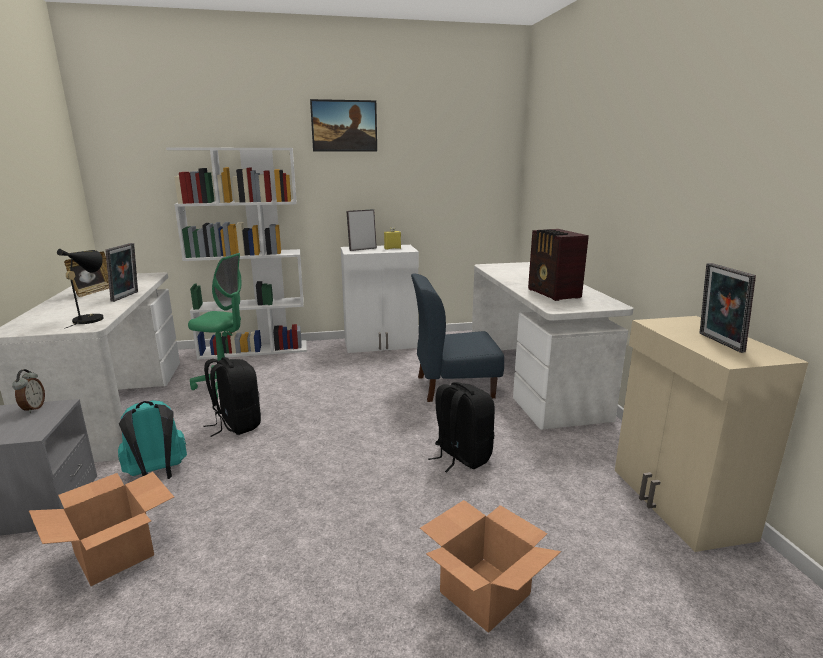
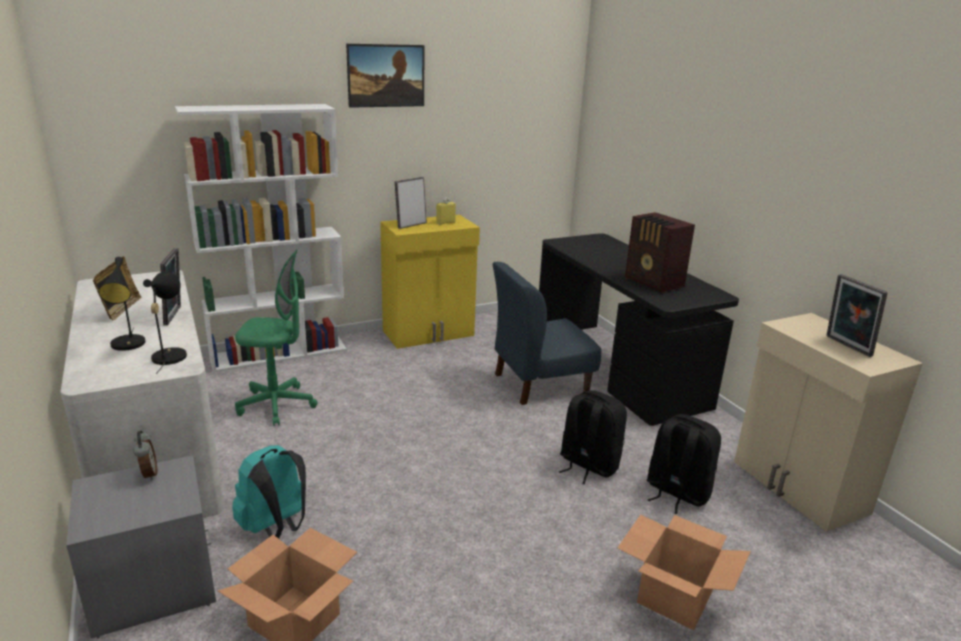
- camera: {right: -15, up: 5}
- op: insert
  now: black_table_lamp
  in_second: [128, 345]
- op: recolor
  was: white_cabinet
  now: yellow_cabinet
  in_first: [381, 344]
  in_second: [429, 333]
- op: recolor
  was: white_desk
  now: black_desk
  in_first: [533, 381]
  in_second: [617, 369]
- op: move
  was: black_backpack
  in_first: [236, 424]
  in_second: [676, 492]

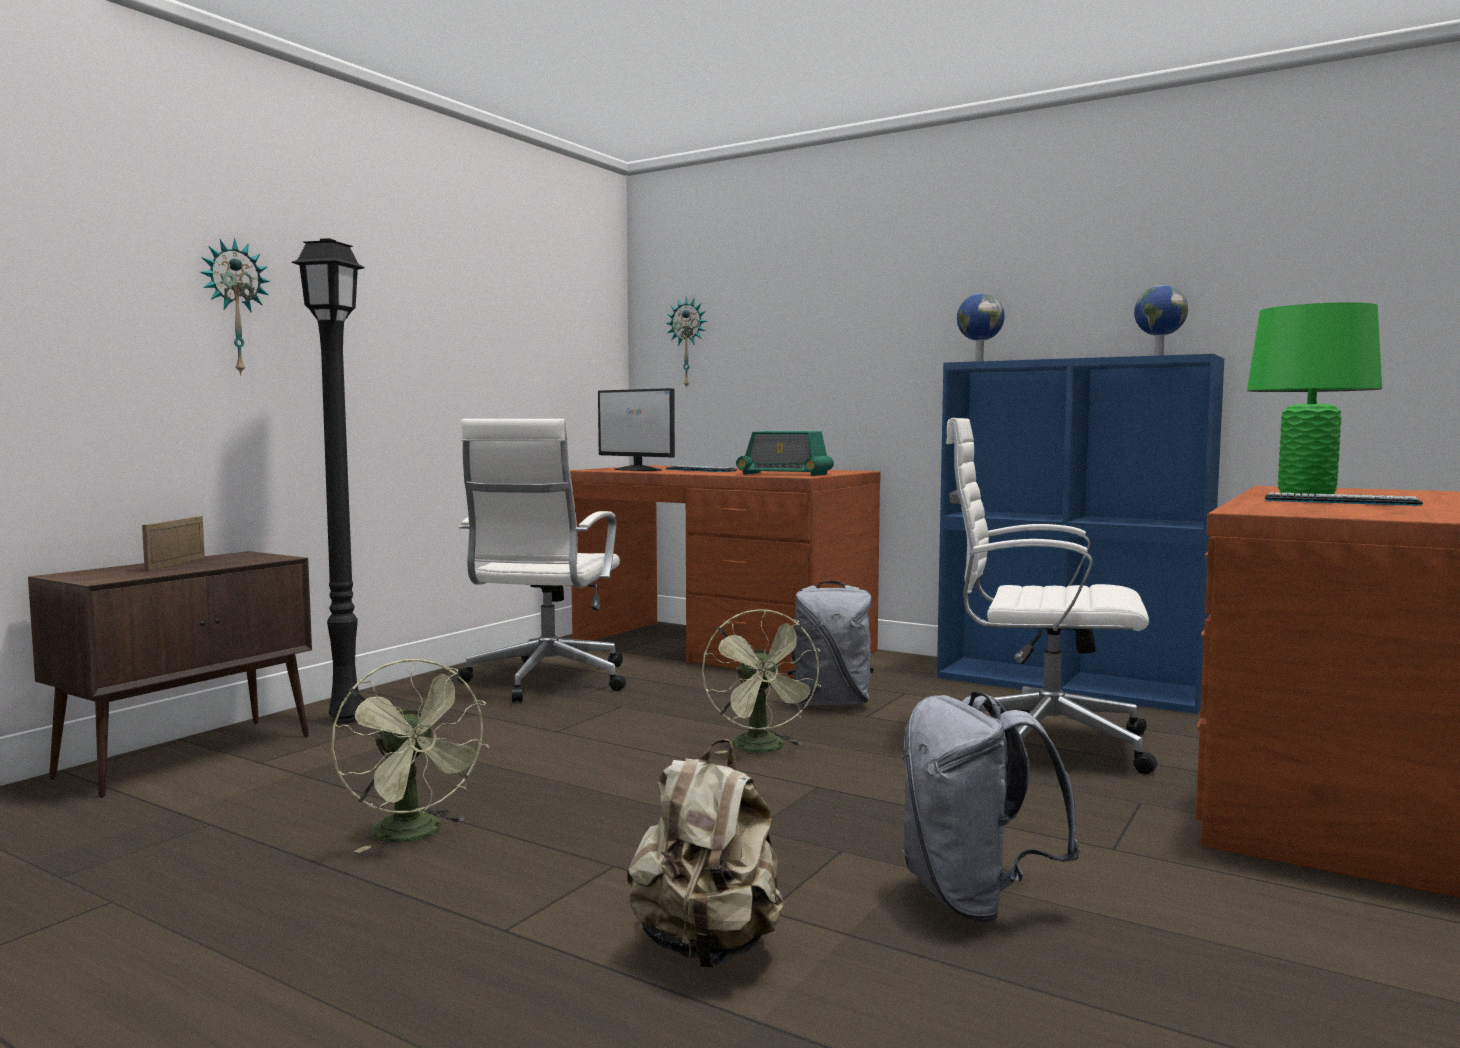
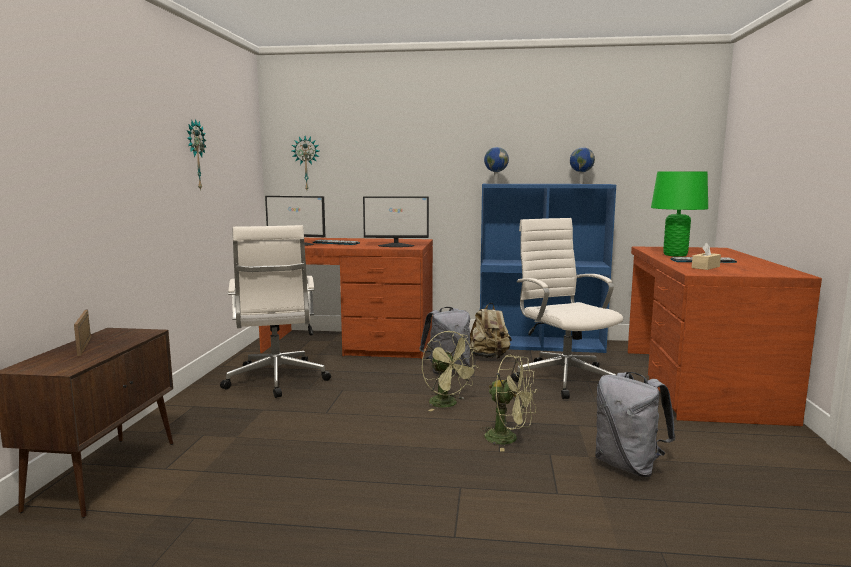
- camera: {right: -25, up: 5}
- op: move
  was: wall_clock
  in_first: [234, 307]
  in_second: [195, 155]
- op: replace
  was: radio
  now: monitor
  in_first: [784, 474]
  in_second: [396, 245]
- op: move
  was: beige_backpack
  in_first: [708, 947]
  in_second: [489, 357]
- op: move
  was: green_fan
  in_first: [415, 835]
  in_second: [508, 439]
- op: rotate
  was: white_office_chair
  in_first: [1040, 742]
  in_second: [563, 378]
  clockwise: 75
- op: insert
  now: beige_tissue_box
  in_second: [705, 267]
- op: delete
  was: black_floor_lamp
  in_first: [349, 719]

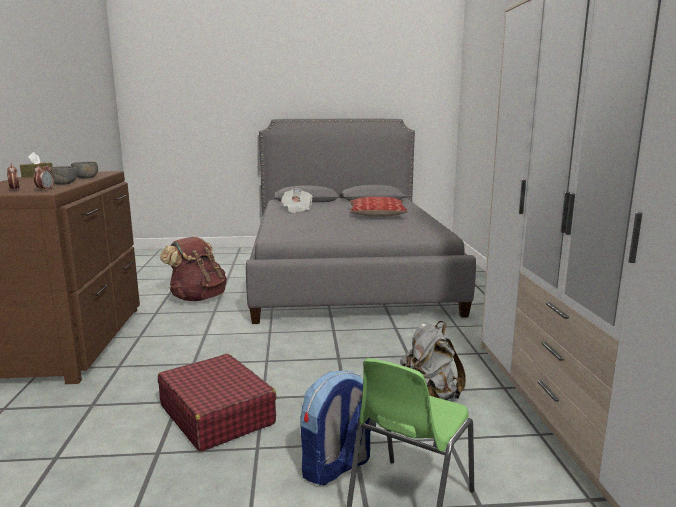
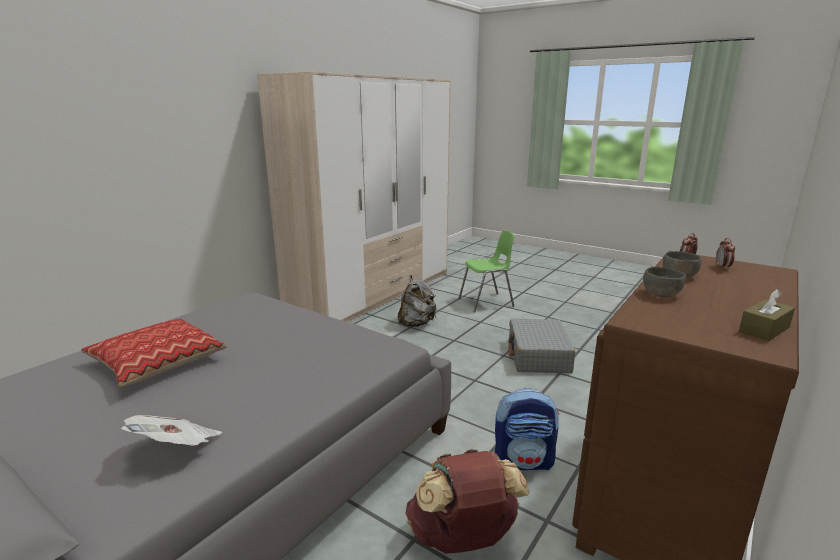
- camera: {right: -140, up: 5}
- op: move
  was: backpack
  in_first: [336, 468]
  in_second: [523, 461]
- op: recolor
  was: red_suitcase
  now: grey_suitcase
  in_first: [217, 414]
  in_second: [538, 356]

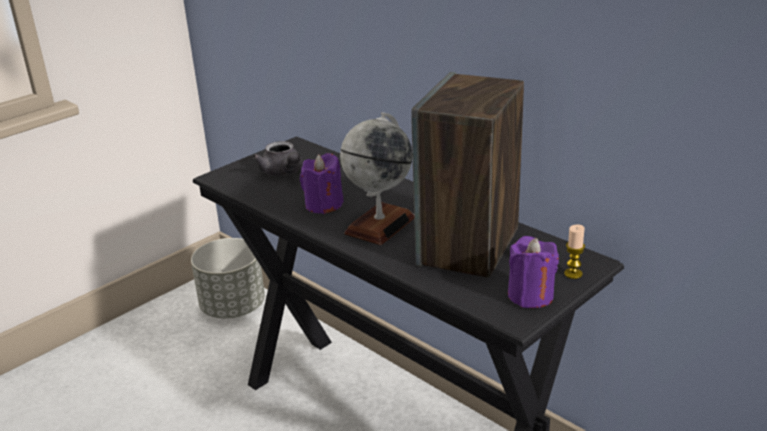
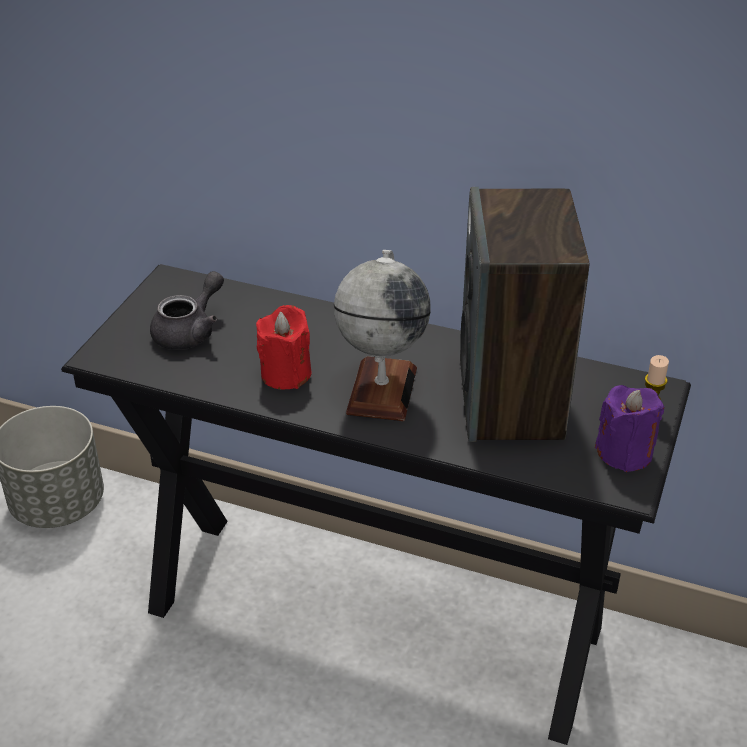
- camera: {right: -25, up: 10}
- op: rotate
  was: grey_teapot
  in_first: [283, 173]
  in_second: [190, 331]
  clockwise: -90
- op: recolor
  was: purple_candle
  now: red_candle
  in_first: [323, 205]
  in_second: [286, 374]

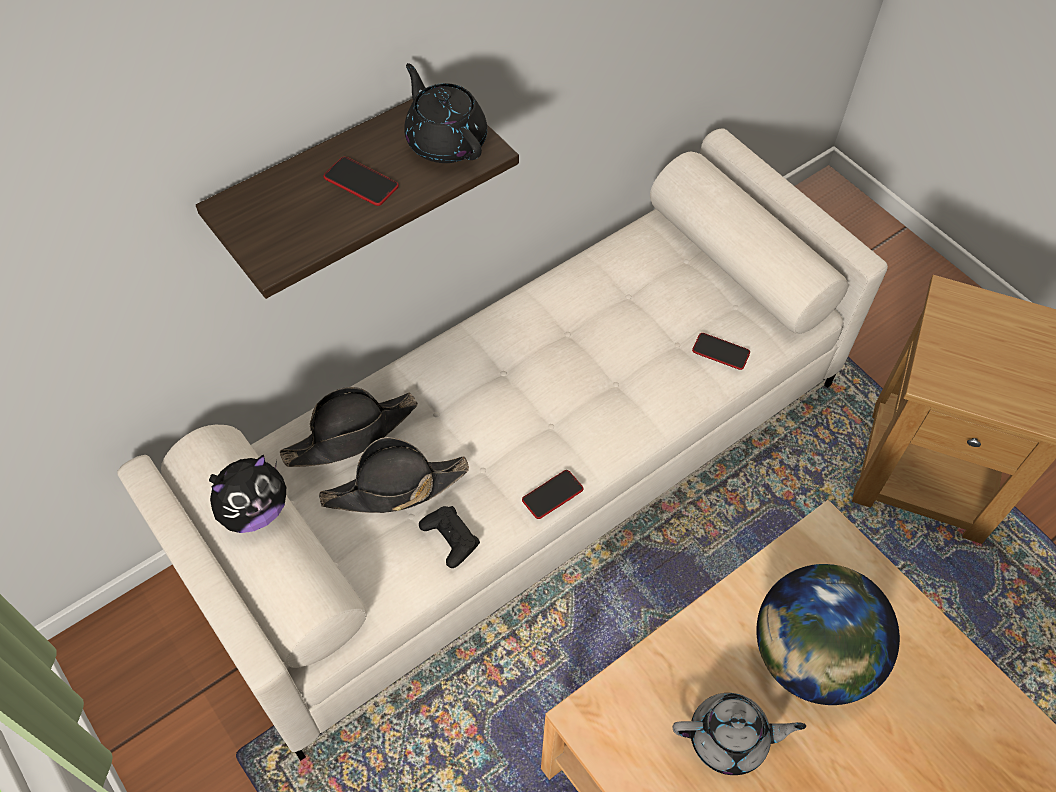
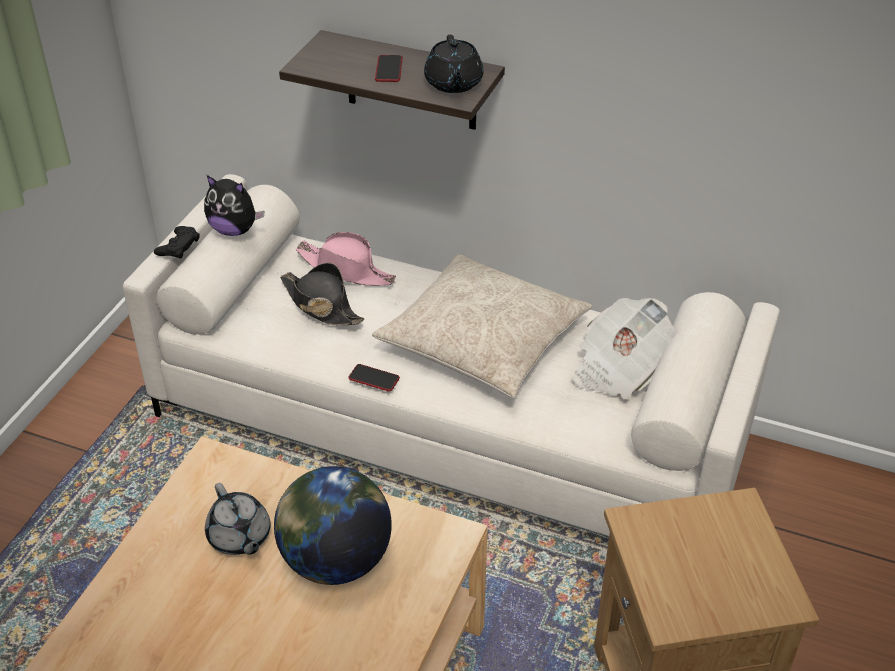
- camera: {right: 60, up: -15}
- op: move
  was: black_game_controller
  in_first: [450, 538]
  in_second: [178, 246]
- op: recolor
  was: black_hat
  now: pink_hat
  in_first: [351, 434]
  in_second: [346, 269]
- op: insert
  now: beige_pillow
  in_second: [482, 340]
- op: rotate
  was: black_teapot
  in_first: [446, 141]
  in_second: [453, 83]
  clockwise: 150
- op: insert
  now: newspaper
  in_second: [620, 368]
- op: delete
  was: phone
  in_first: [720, 352]

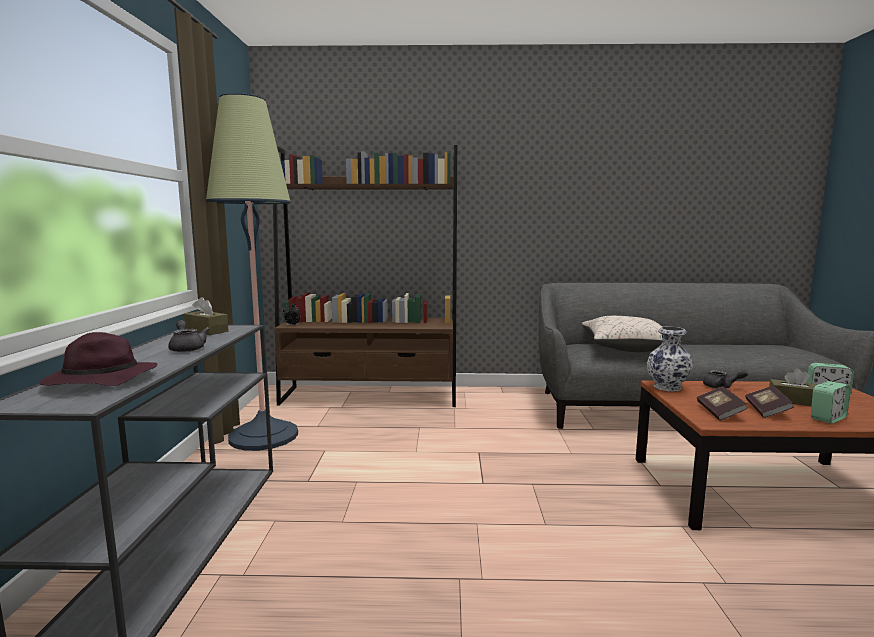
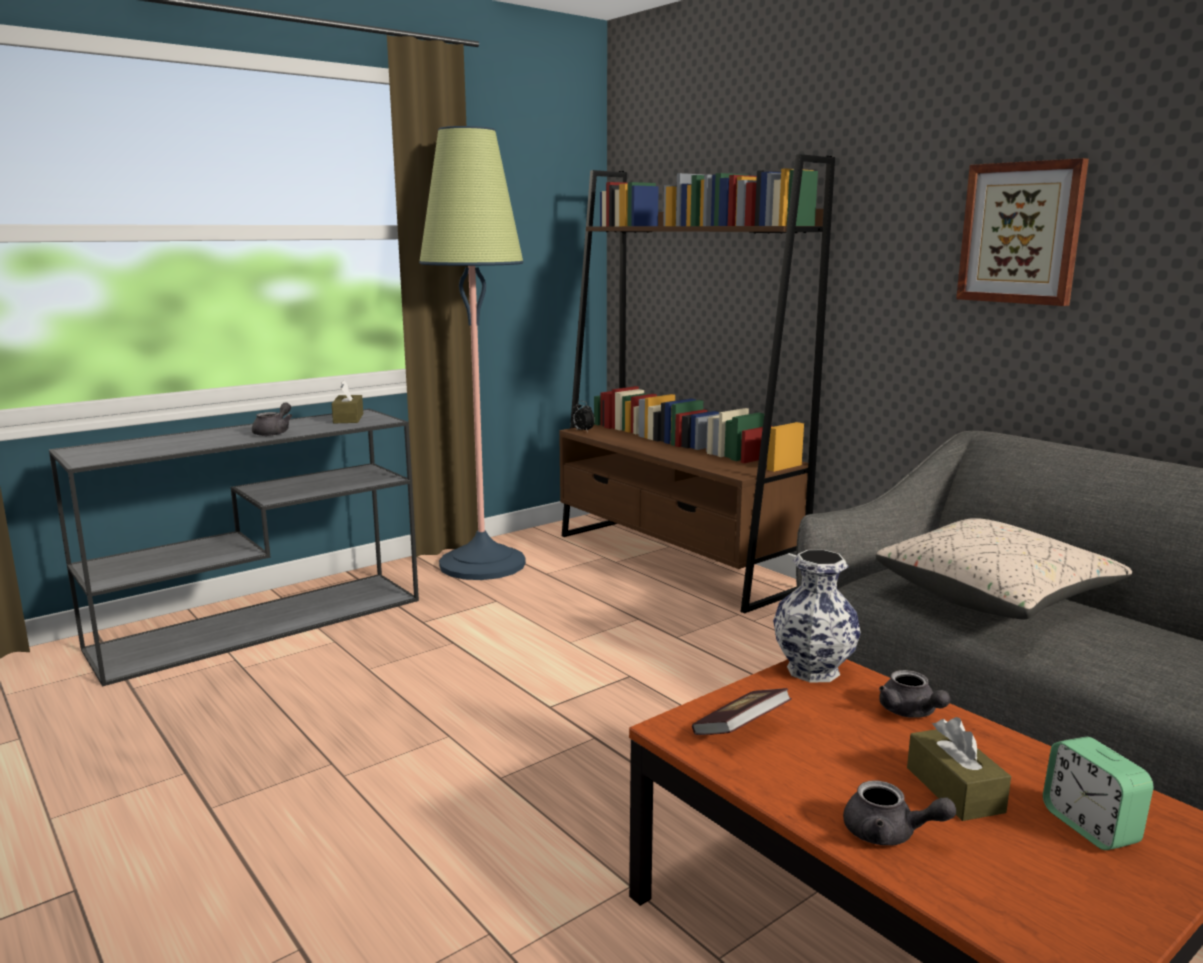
- camera: {right: 50, up: 5}
- op: replace
  was: alarm_clock
  now: grey_teapot
  in_first: [827, 418]
  in_second: [889, 834]
- op: insert
  now: picture
  in_second: [1021, 233]
- op: delete
  was: purple_hat
  in_first: [100, 381]
- op: delete
  was: book
  in_first: [767, 411]

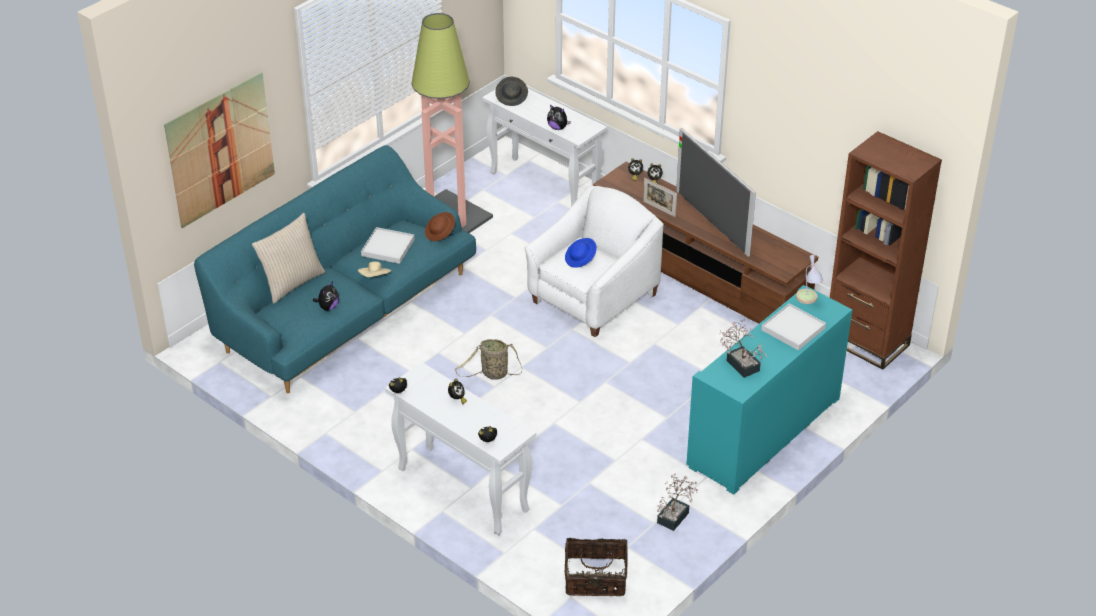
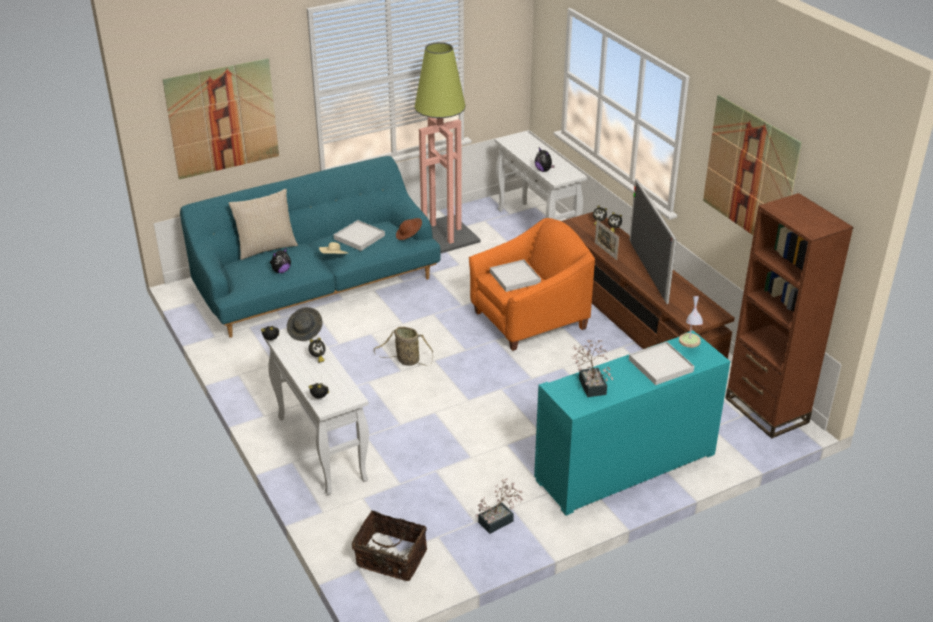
- camera: {right: 20, up: -5}
- op: move
  was: grey_hat
  in_first: [512, 98]
  in_second: [305, 331]
- op: recolor
  was: white_armchair
  now: orange_armchair
  in_first: [593, 298]
  in_second: [529, 320]
- op: replace
  was: blue_hat
  now: white_tray
  in_first: [580, 259]
  in_second: [515, 278]
- op: insert
  now: picture
  in_second: [749, 173]

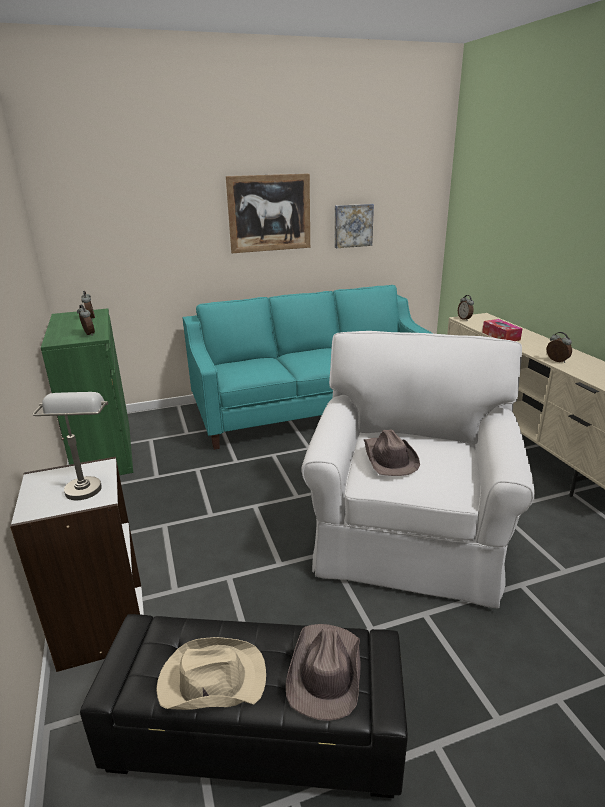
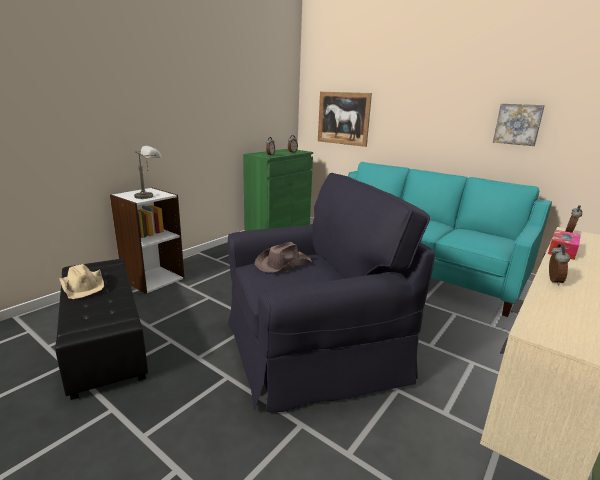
- camera: {right: 55, up: -5}
- op: recolor
  was: white_armchair
  now: black_armchair
  in_first: [408, 533]
  in_second: [310, 348]
- op: move
  was: picture
  in_first: [269, 213]
  in_second: [343, 118]
- op: delete
  was: brown_hat
  in_first: [325, 672]

